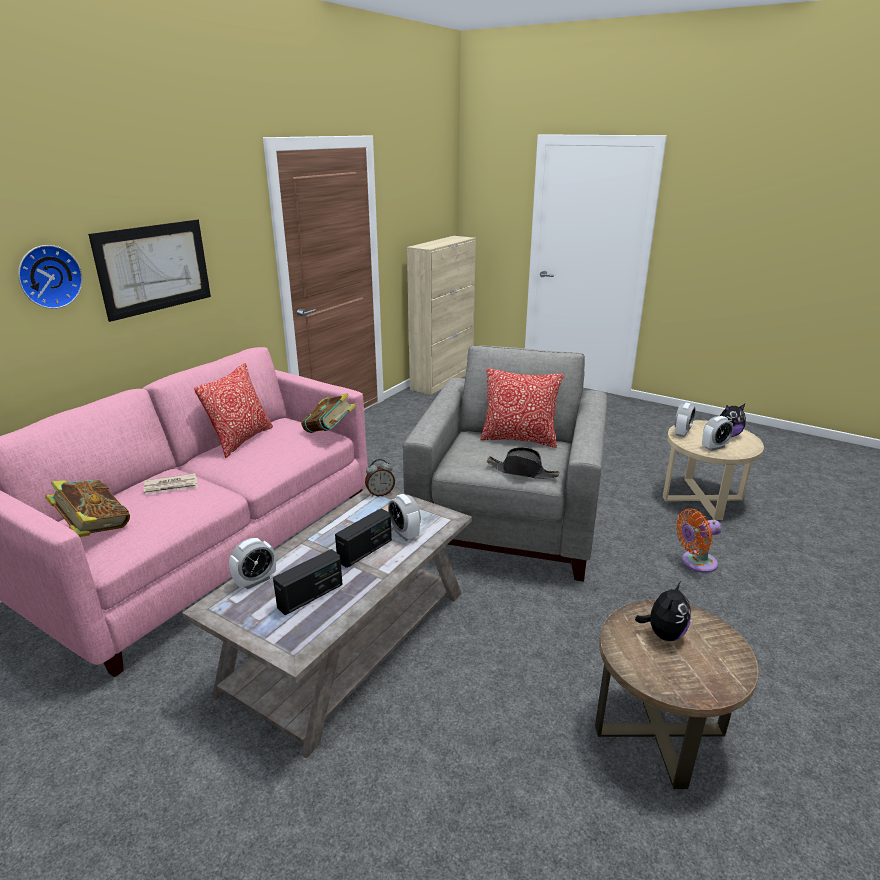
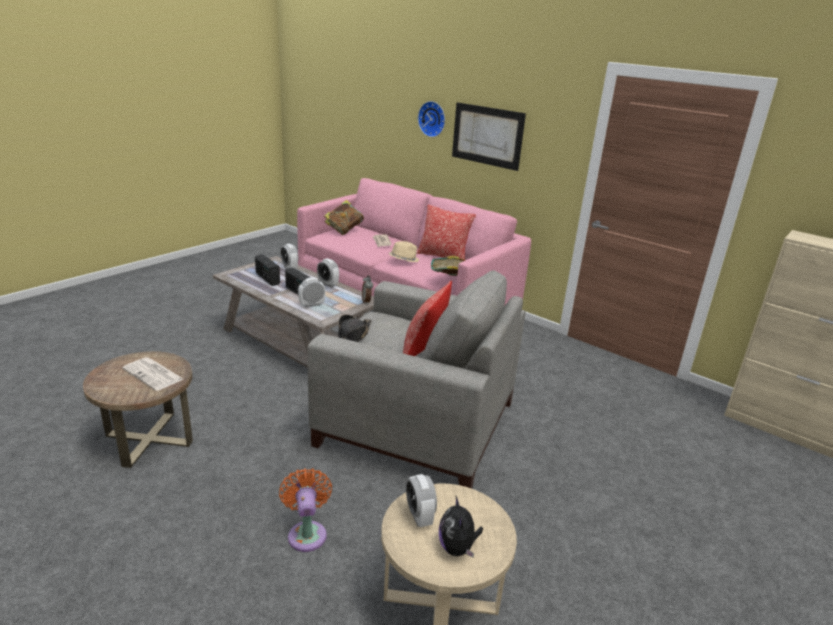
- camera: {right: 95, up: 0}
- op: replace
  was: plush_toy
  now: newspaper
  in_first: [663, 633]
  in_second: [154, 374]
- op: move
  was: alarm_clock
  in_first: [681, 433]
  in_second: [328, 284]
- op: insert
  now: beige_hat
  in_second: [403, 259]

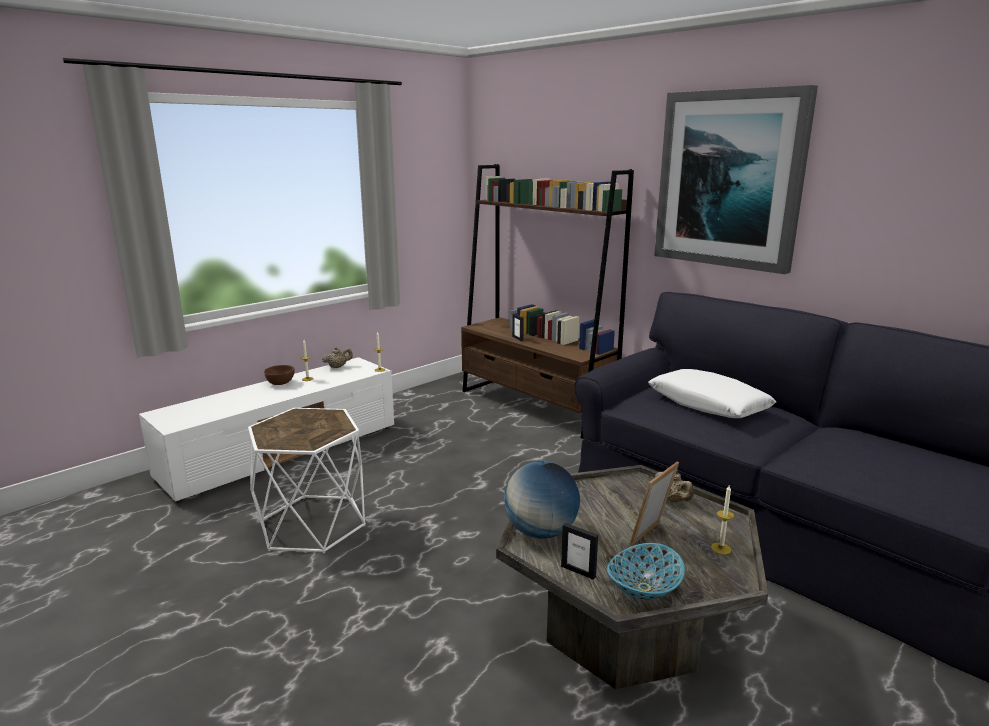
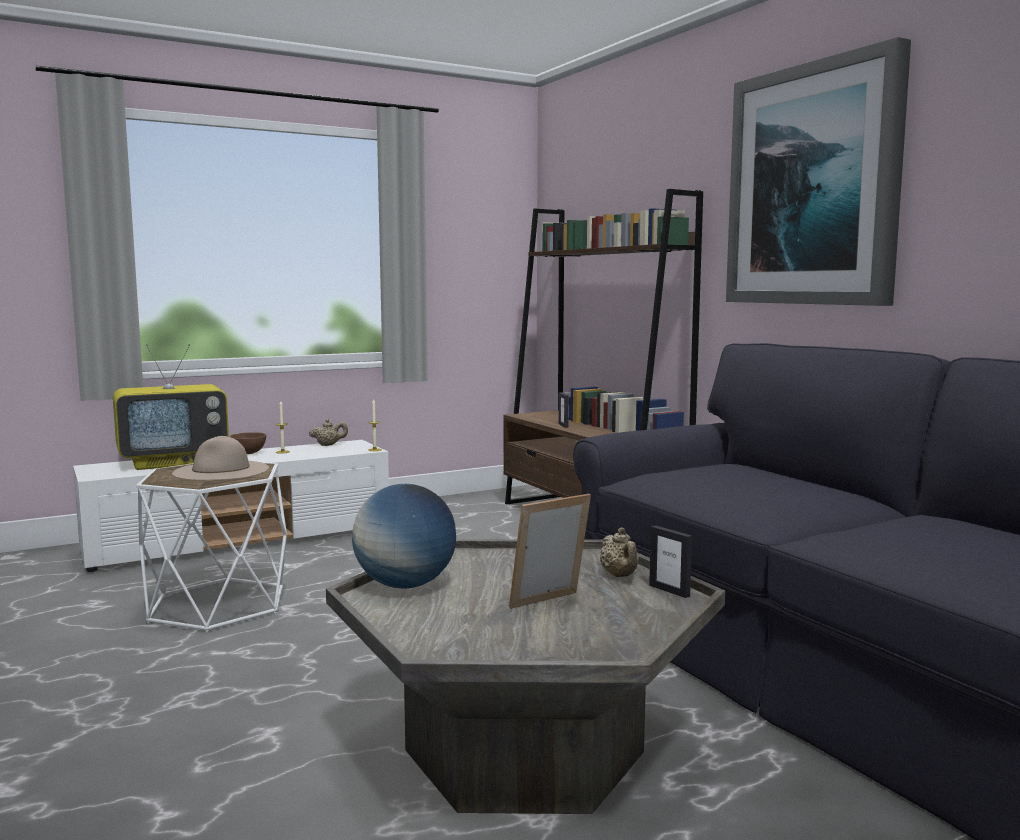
- camera: {right: 15, up: -10}
- op: insert
  now: television
  in_second: [174, 462]
- op: insert
  now: beige_hat
  in_second: [221, 471]
- op: move
  was: picture_frame
  in_first: [578, 571]
  in_second: [669, 590]
- op: delete
  was: bowl
  in_first: [643, 588]
- op: delete
  was: white_pillow
  in_first: [708, 404]
- op: delete
  was: candle
  in_first: [721, 548]

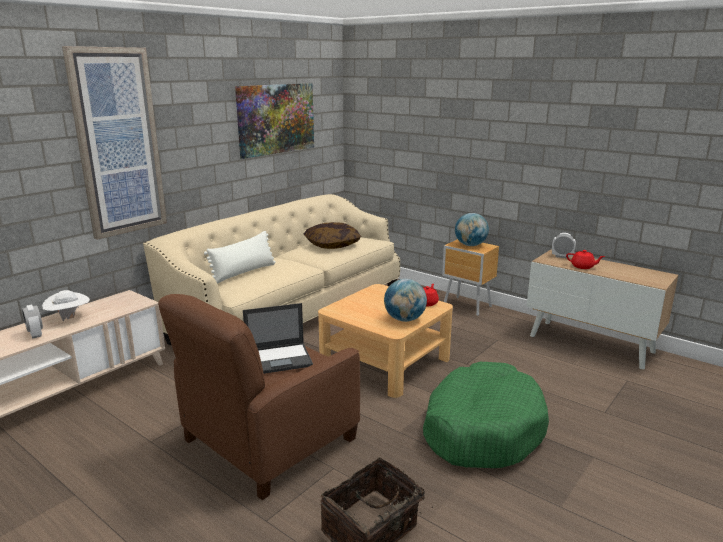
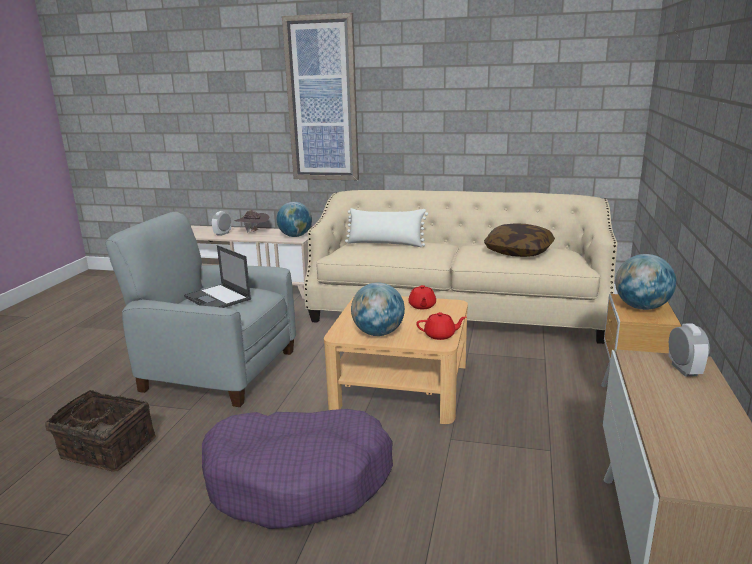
- camera: {right: 65, up: 0}
- op: recolor
  was: brown_armchair
  now: grey_armchair
  in_first: [267, 441]
  in_second: [217, 370]
- op: recolor
  was: green_dog_bed
  now: purple_dog_bed
  in_first: [482, 429]
  in_second: [299, 480]
- op: recolor
  was: white_hat
  now: brown_hat
  in_first: [69, 318]
  in_second: [253, 232]
- op: insert
  now: globe
  in_second: [295, 236]
- op: move
  was: red_teapot
  in_first: [583, 267]
  in_second: [422, 306]
- op: delete
  was: picture
  in_first: [276, 119]

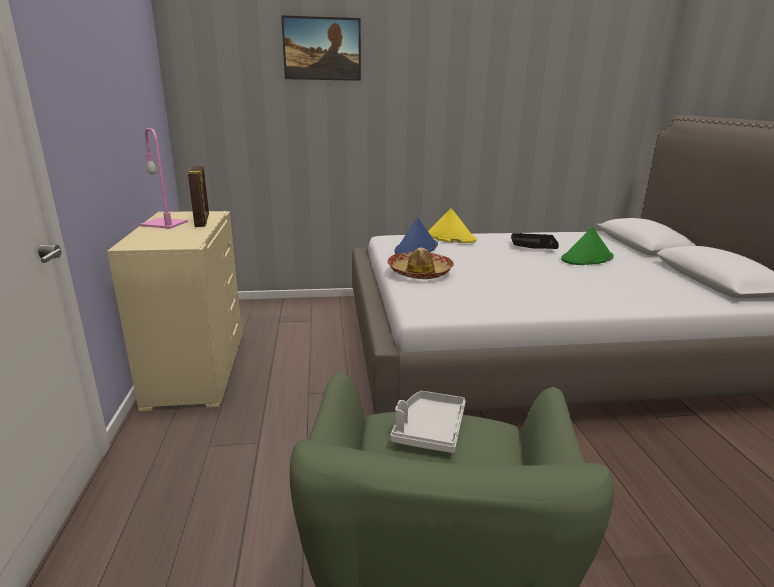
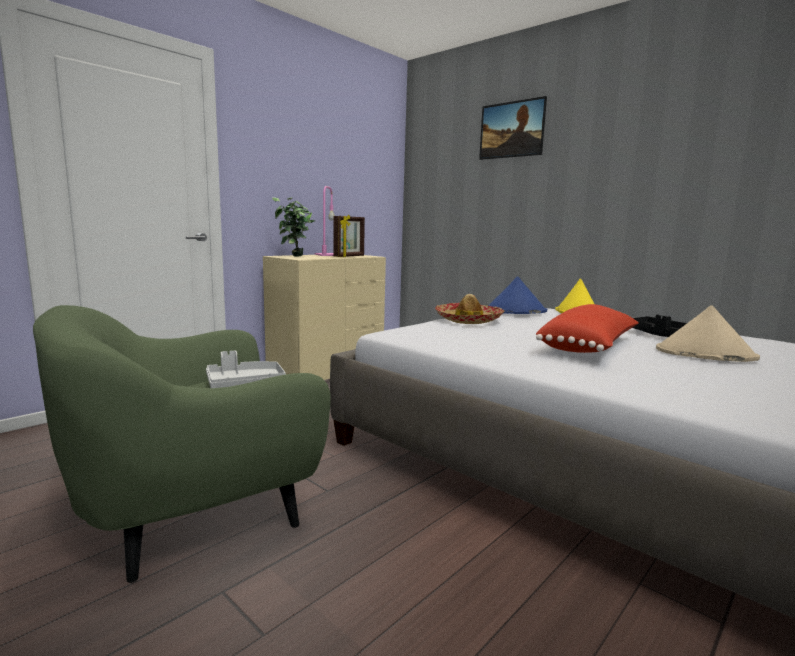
- camera: {right: 50, up: -10}
- op: insert
  now: potted_plant
  in_second: [294, 256]
- op: insert
  now: red_pillow
  in_second: [590, 348]
- op: recolor
  was: green_hat
  now: beige_hat
  in_first: [587, 259]
  in_second: [705, 354]

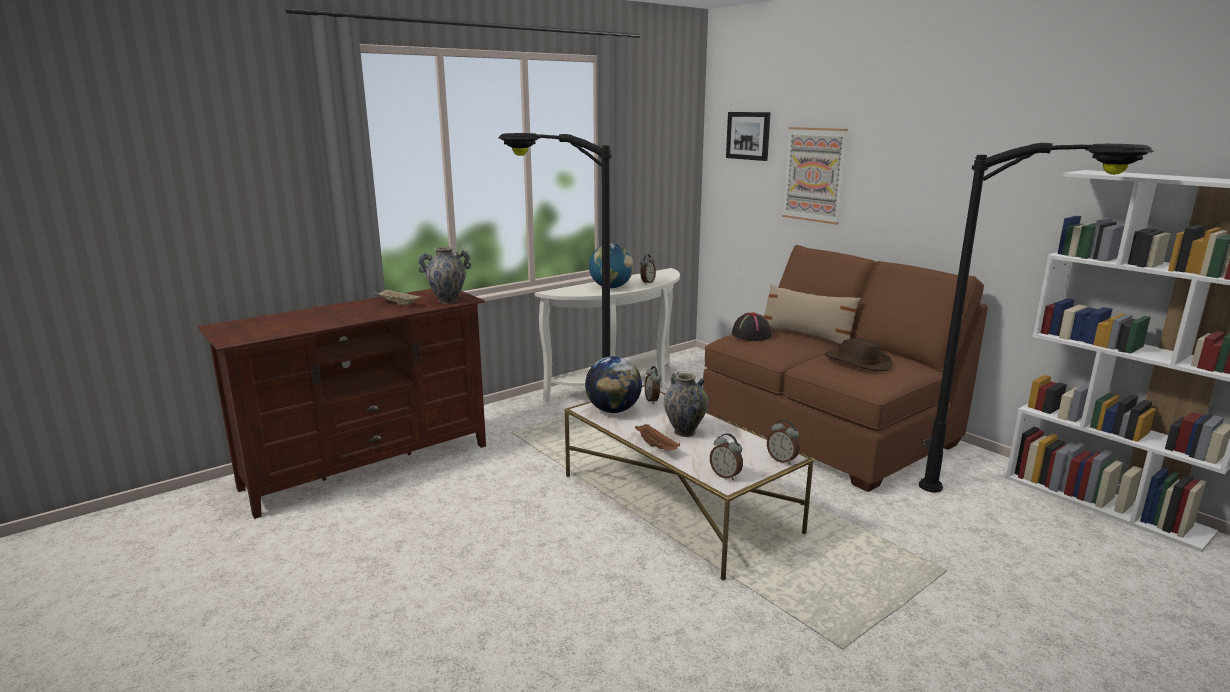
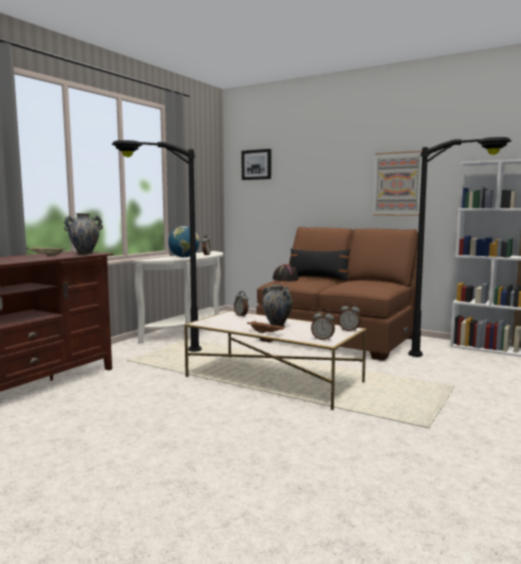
- camera: {right: -20, up: -10}
- op: recolor
  was: beige_pillow
  now: black_pillow
  in_first: [806, 336]
  in_second: [318, 278]
- op: move
  was: picture
  in_first: [814, 174]
  in_second: [397, 184]
- op: delete
  was: globe
  in_first: [613, 410]
- op: delete
  was: brown_hat
  in_first: [857, 362]

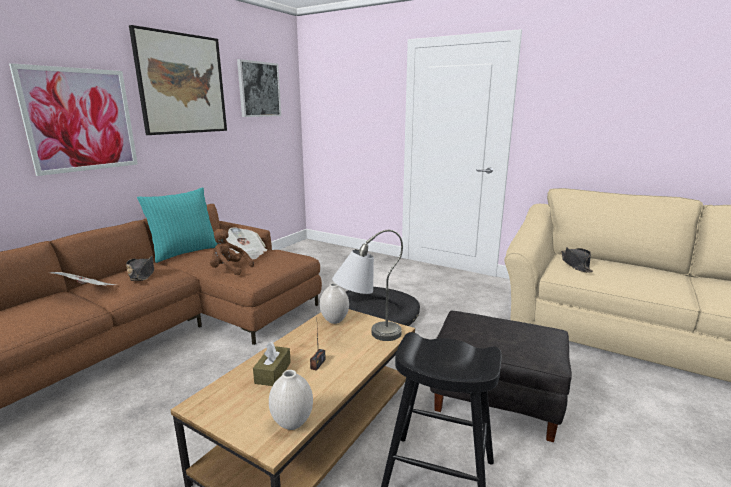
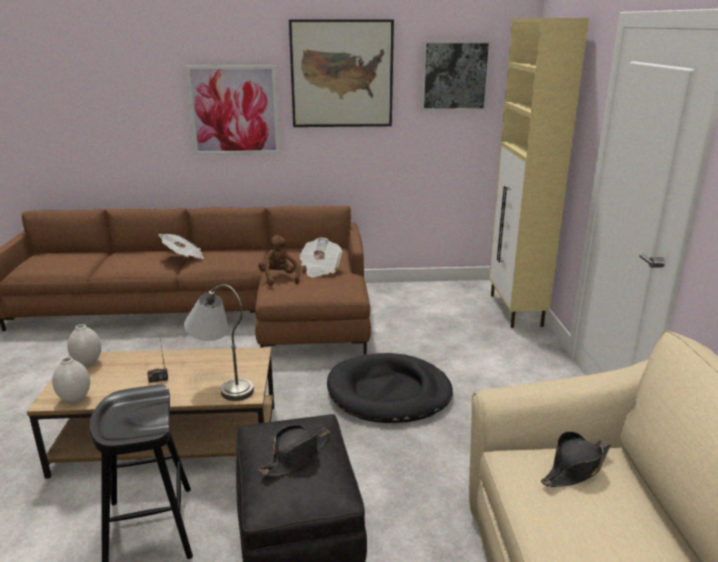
- camera: {right: 55, up: 5}
- op: move
  was: white_vase
  in_first: [335, 321]
  in_second: [87, 363]
- op: move
  was: black_hat
  in_first: [142, 274]
  in_second: [296, 456]
- op: insert
  now: beige_cabinet
  in_second: [515, 310]
- op: delete
  was: turquoise_pillow
  in_first: [184, 252]
- op: delete
  was: brown_tissue_box
  in_first: [273, 373]

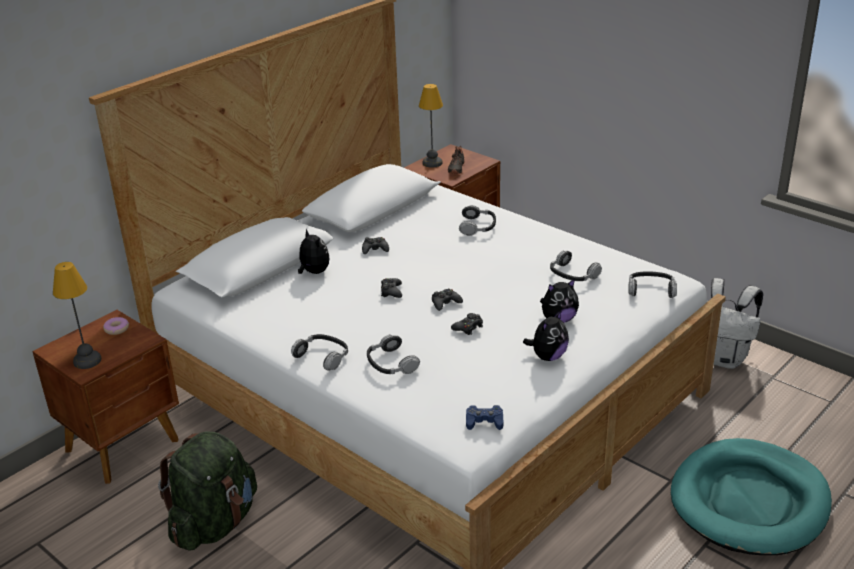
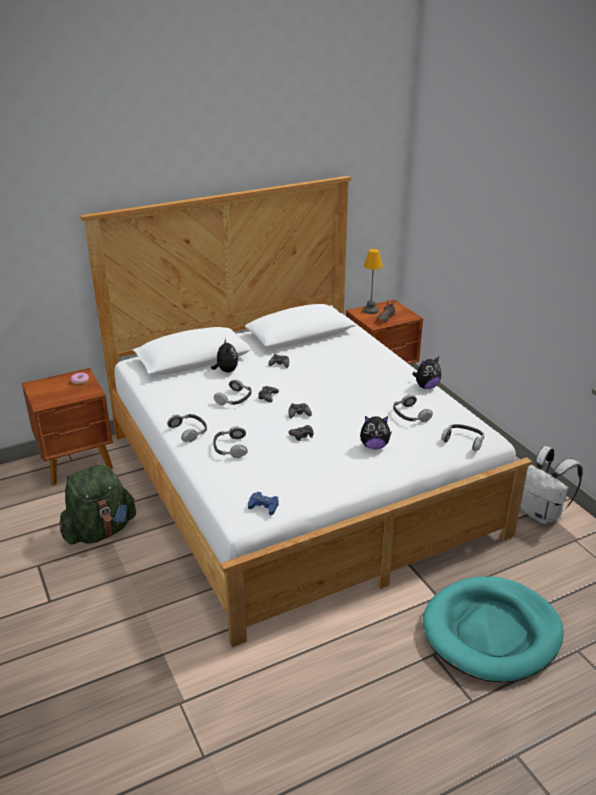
- camera: {right: 20, up: 0}
- op: move
  was: headphones
  in_first: [478, 226]
  in_second: [234, 398]
- op: move
  was: plush_toy
  in_first: [548, 356]
  in_second: [426, 386]
- op: delete
  was: table_lamp
  in_first: [88, 361]

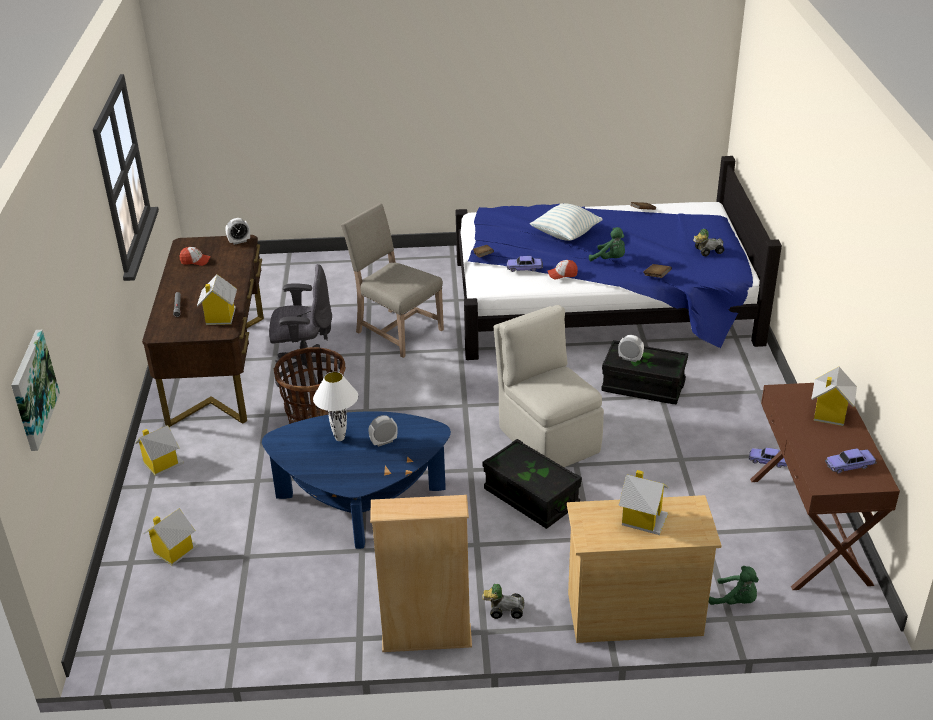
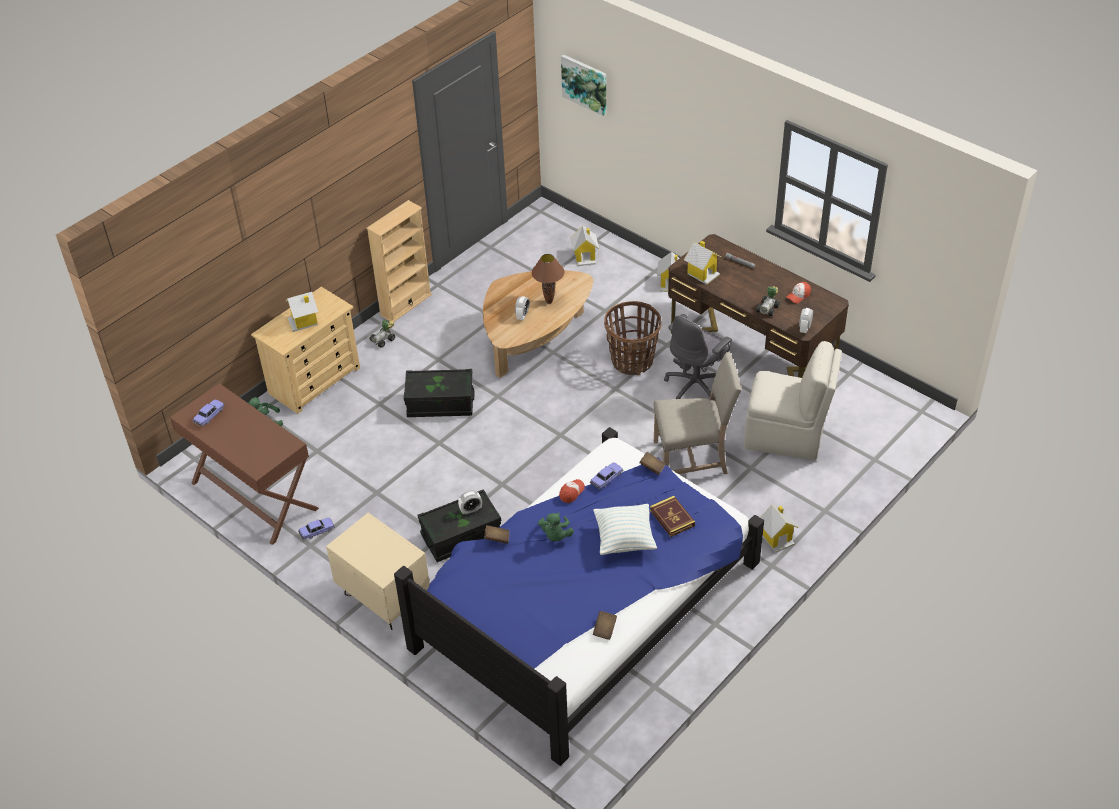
- camera: {right: 135, up: 10}
- op: insert
  now: beige_nightstand
  in_second: [384, 599]
- op: recolor
  was: blue_coffee_table
  now: brown_coffee_table
  in_first: [360, 498]
  in_second: [535, 339]
- op: recolor
  was: white_table_lamp
  now: brown_table_lamp
  in_first: [340, 438]
  in_second: [549, 302]
- op: rotate
  was: green_plush_toy
  in_first: [610, 259]
  in_second: [555, 535]
  clockwise: -75
- op: insert
  now: book
  in_second: [672, 518]
- op: move
  was: beige_chair
  in_first: [547, 438]
  in_second: [786, 436]
- op: move
  was: toy_car
  in_first: [707, 251]
  in_second: [768, 308]
- op: move
  was: toy_house
  in_first: [829, 414]
  in_second: [776, 538]

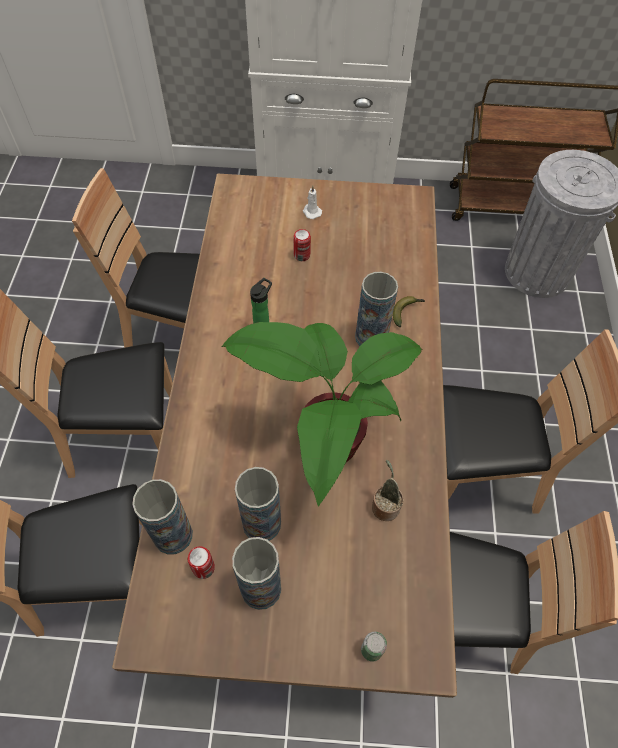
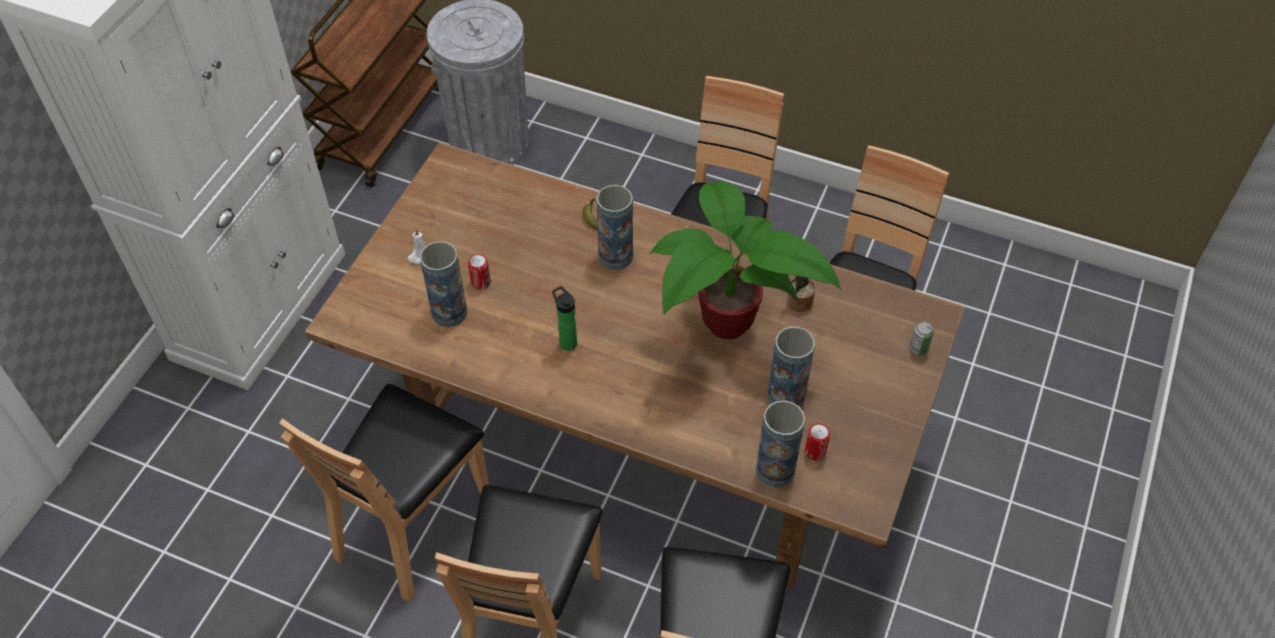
- camera: {right: -70, up: -5}
- op: move
  was: vase
  in_first: [261, 588]
  in_second: [449, 312]

